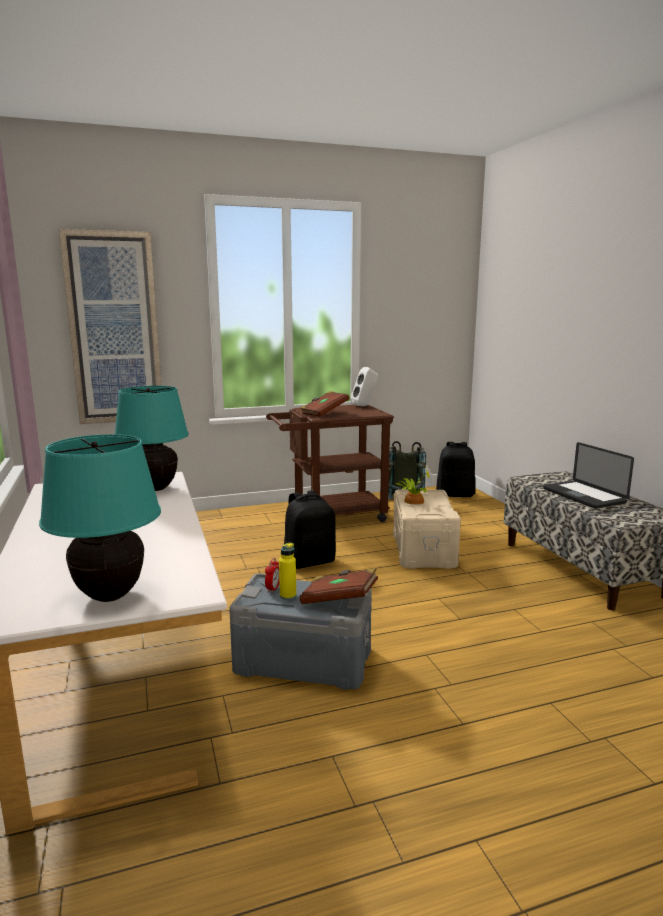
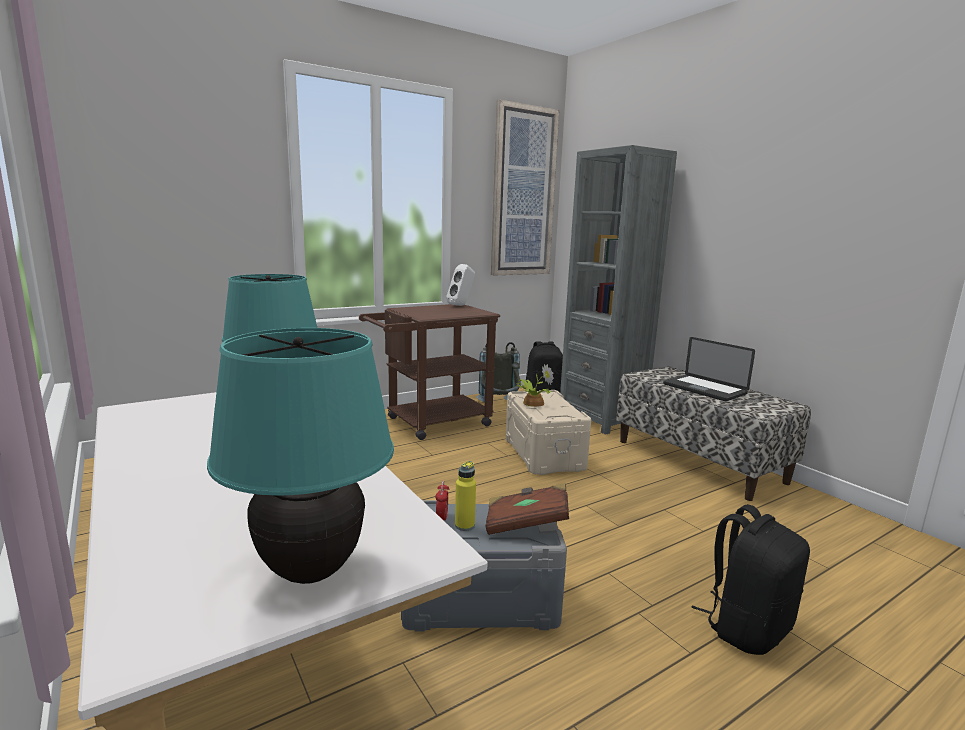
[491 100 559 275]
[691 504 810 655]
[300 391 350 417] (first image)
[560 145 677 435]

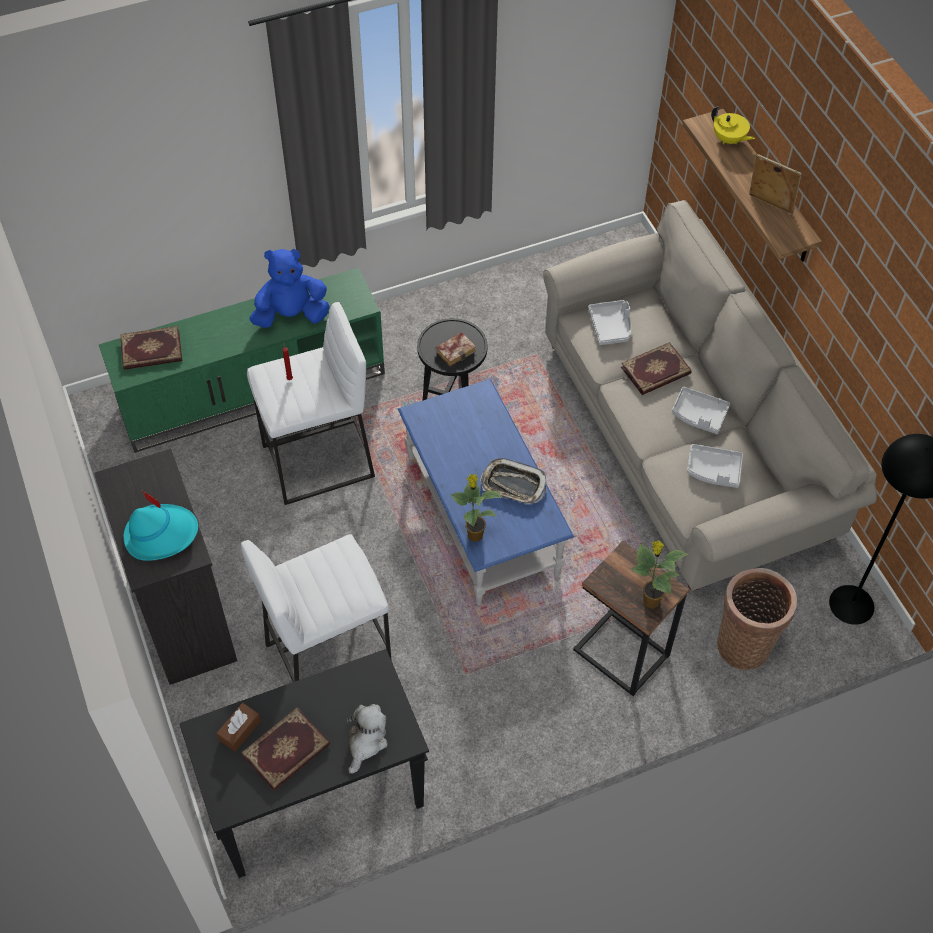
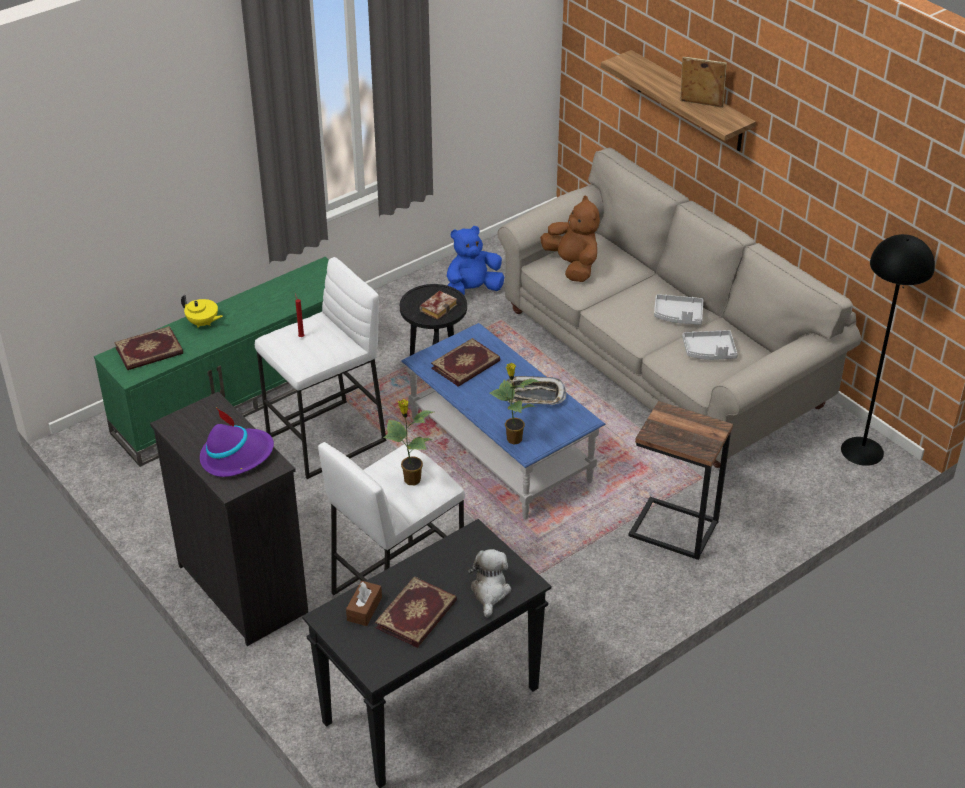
[200 408 274 477]
[447 226 504 295]
[540 196 600 282]
[431 338 500 387]
[383 399 433 485]
[181 295 223 328]
[717 568 797 670] (first image)

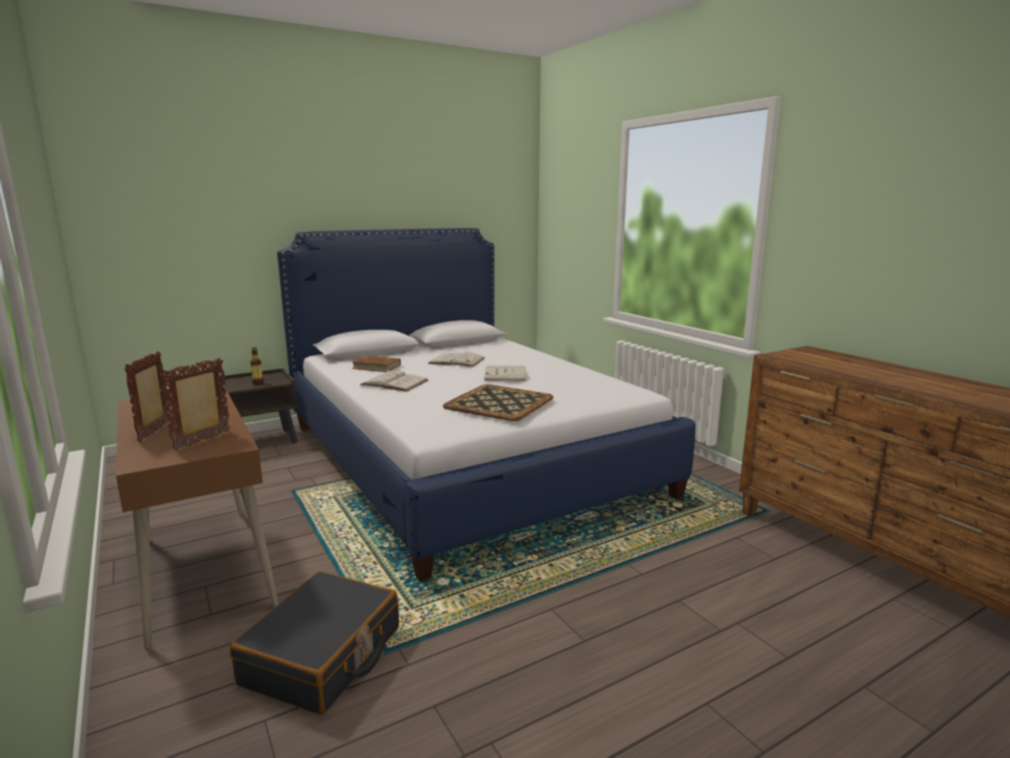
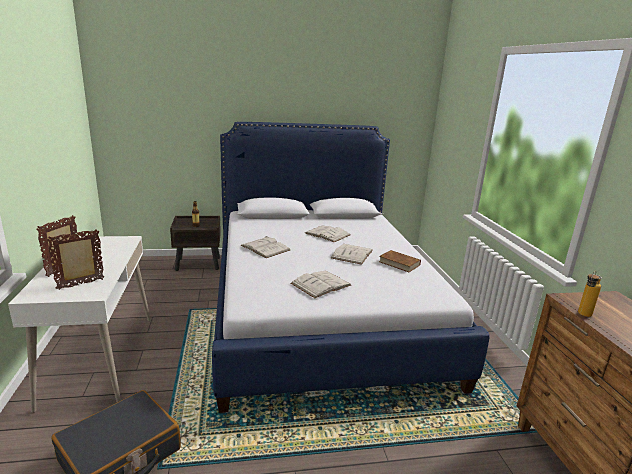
[8 236 151 413]
[379 250 421 272]
[291 271 351 298]
[578 270 602 317]

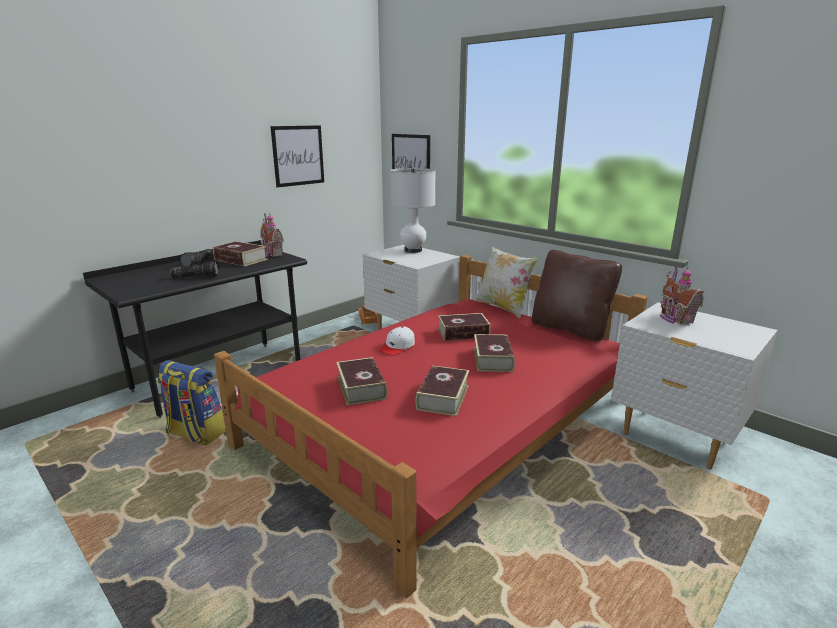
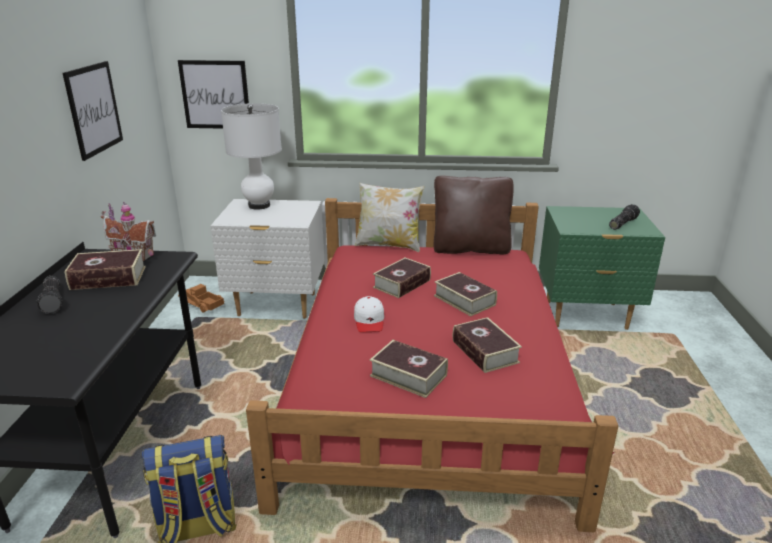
[609 204 640 230]
[539 206 665 330]
[660 265 704 324] (first image)

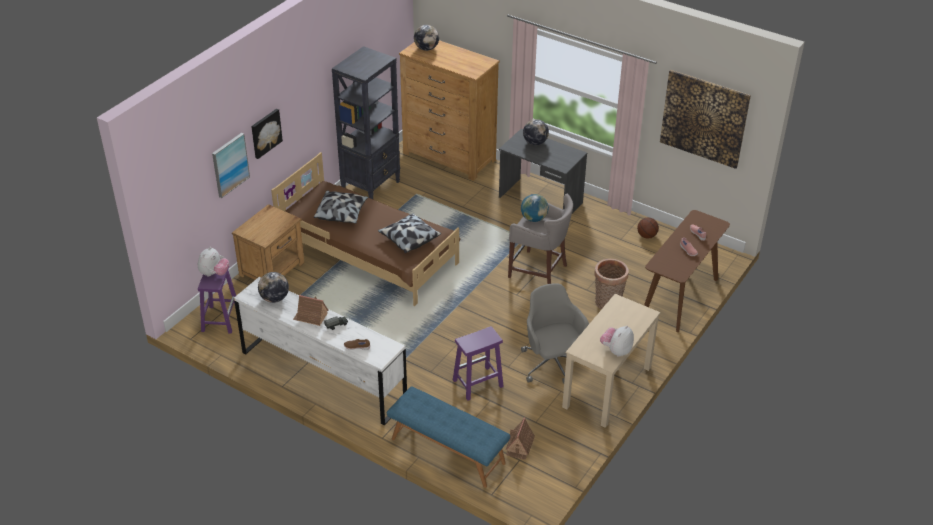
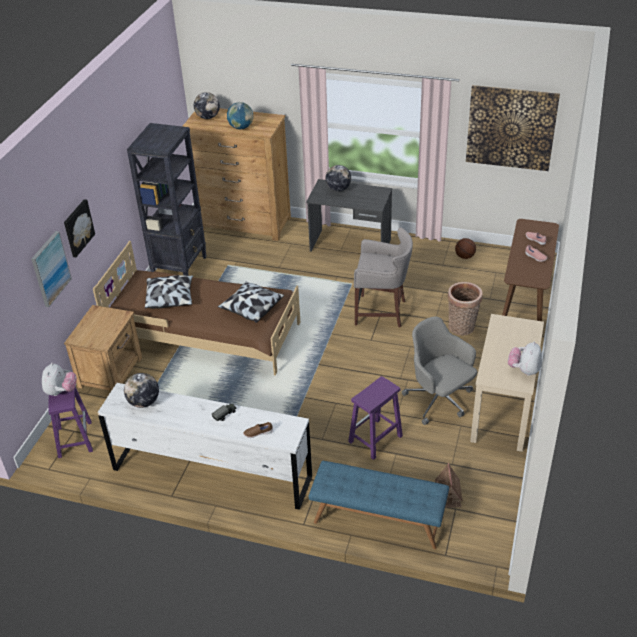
[293 295 329 326] (first image)
[227 102 253 129]

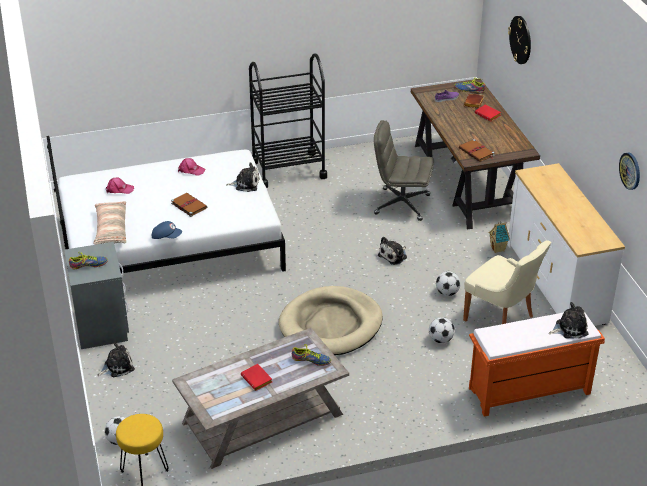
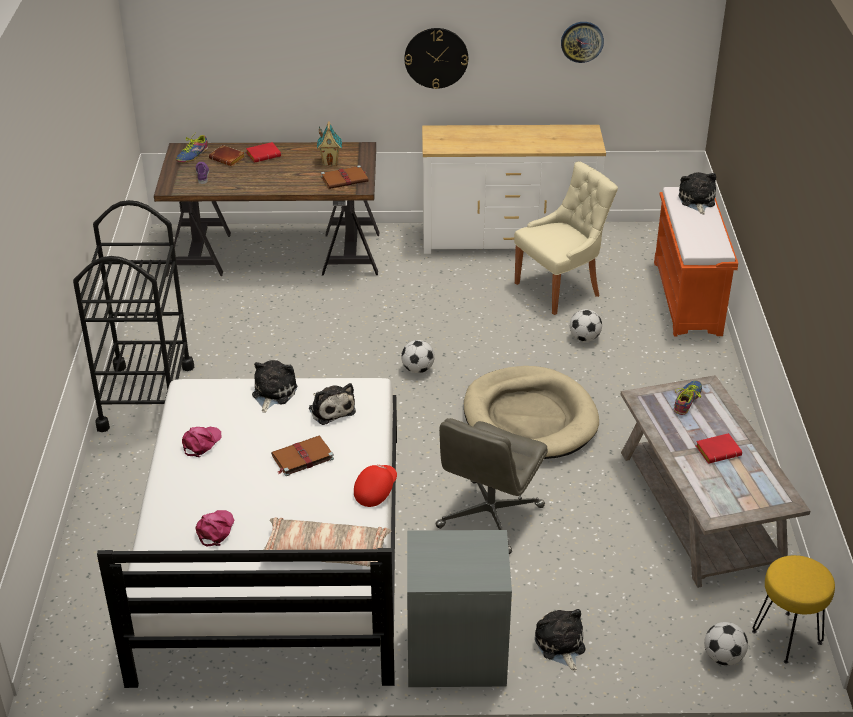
[69 252 108 269] (first image)
[354 464 397 507]
[435 418 548 554]
[309 383 356 425]
[401 340 435 373]
[317 121 342 166]
[404 28 468 89]

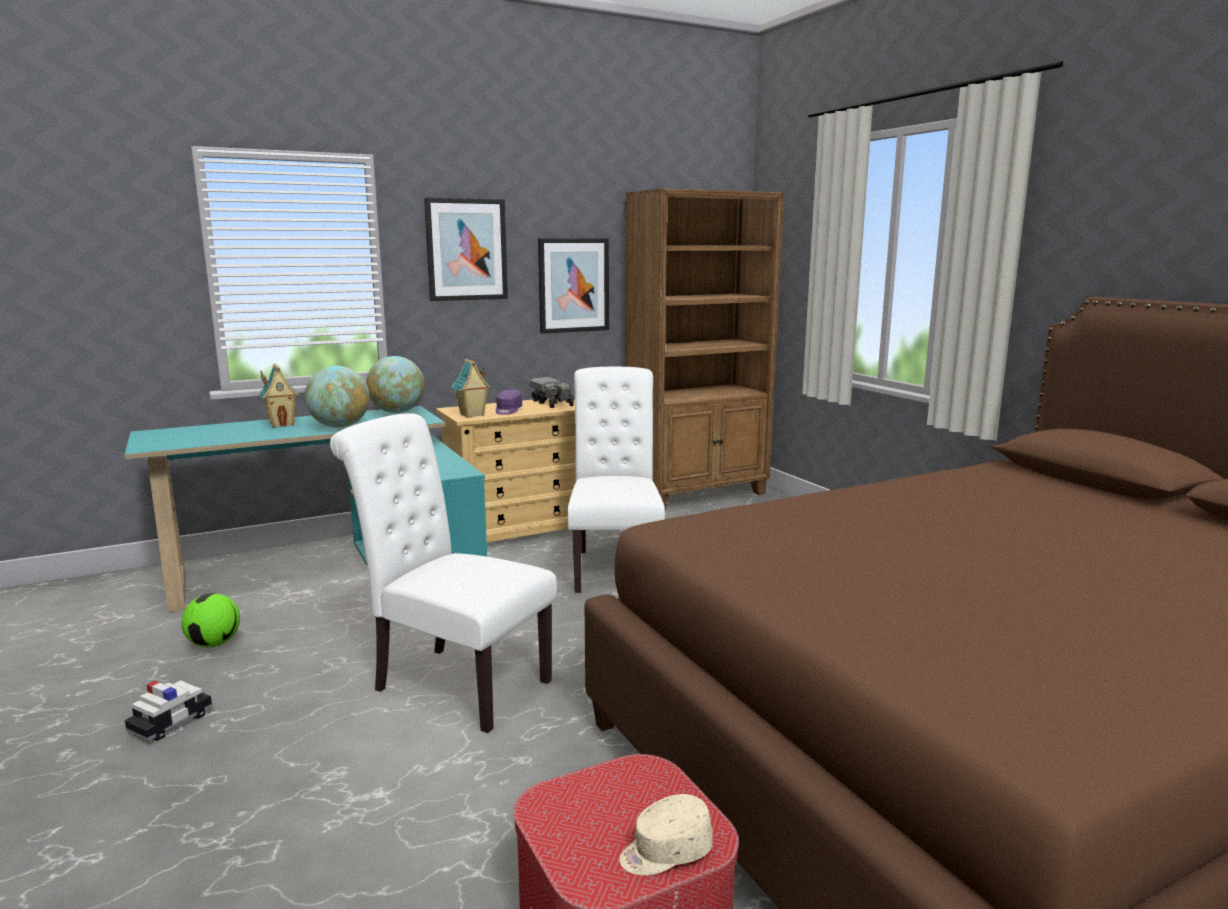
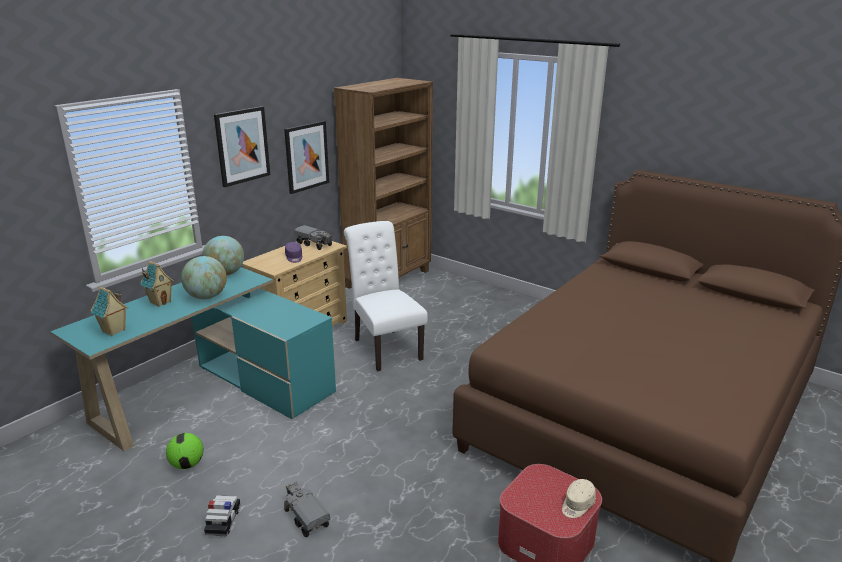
[330 413 557 733] (first image)
[91 286 128 336]
[284 481 330 537]

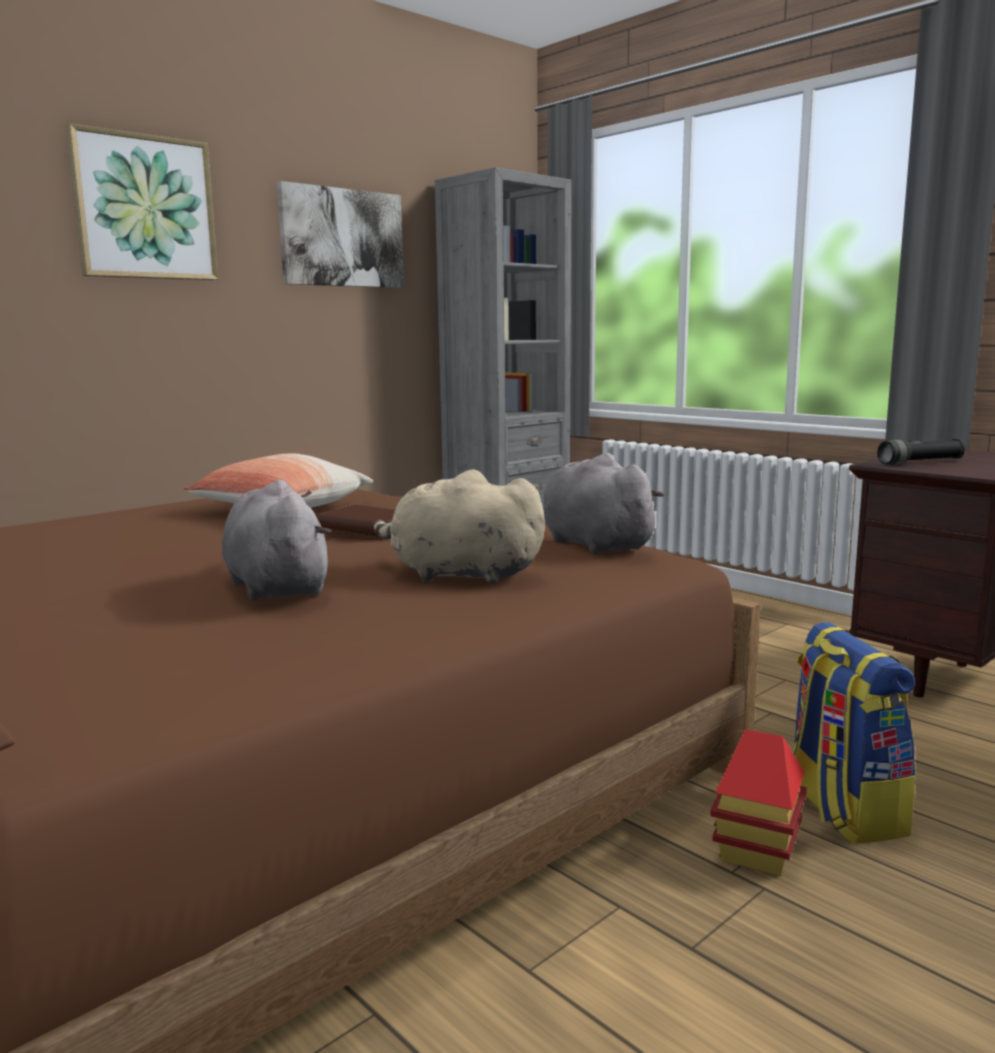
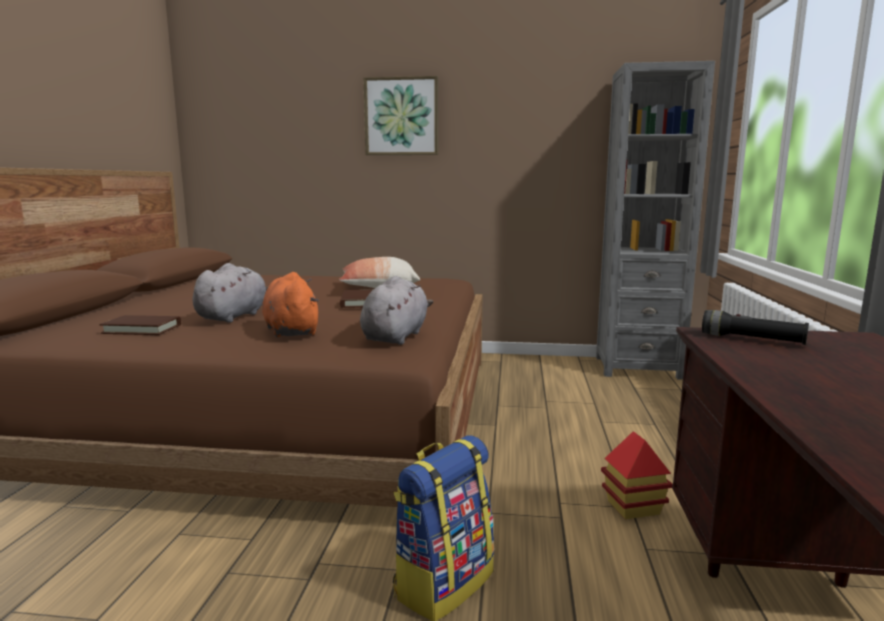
[277 181 404 288] (first image)
[262 272 319 338]
[601 431 673 519]
[100 315 181 335]

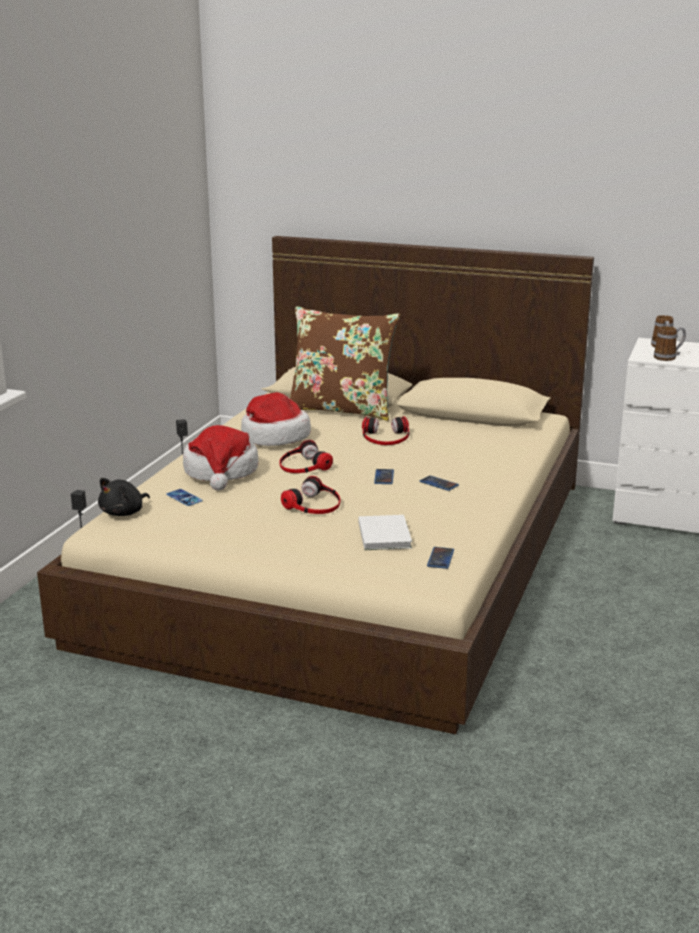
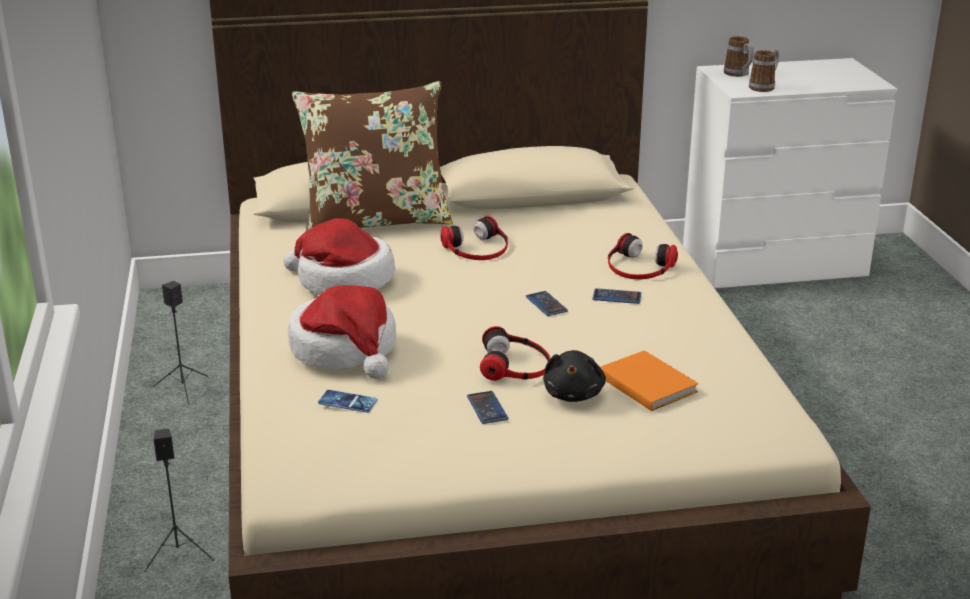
[543 350 606 402]
[608 233 678 279]
[600 350 699 411]
[467 391 509 424]

